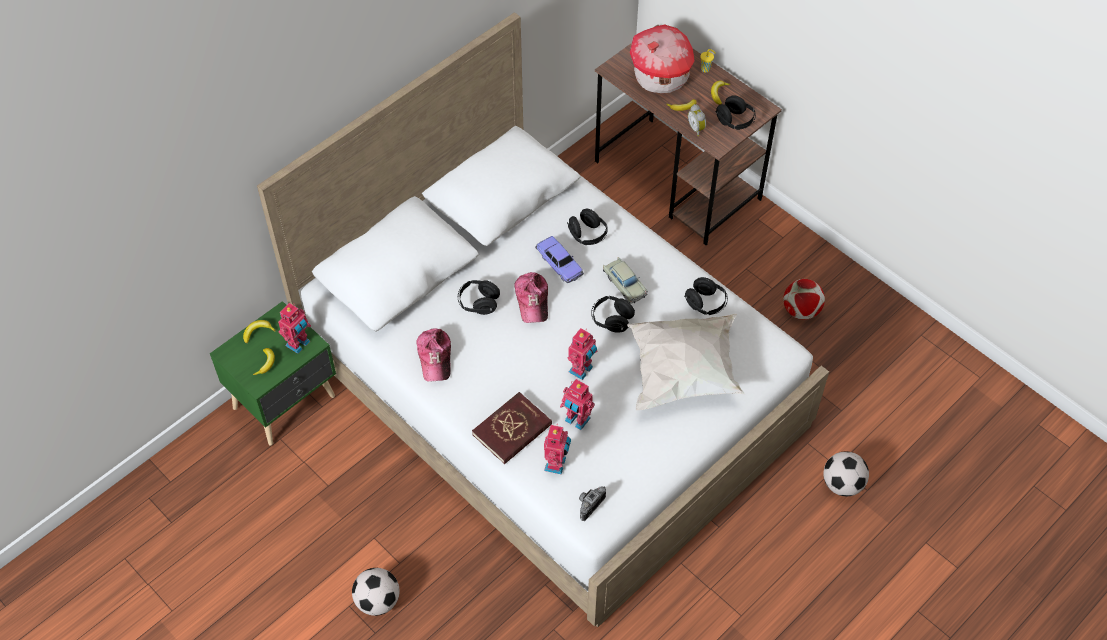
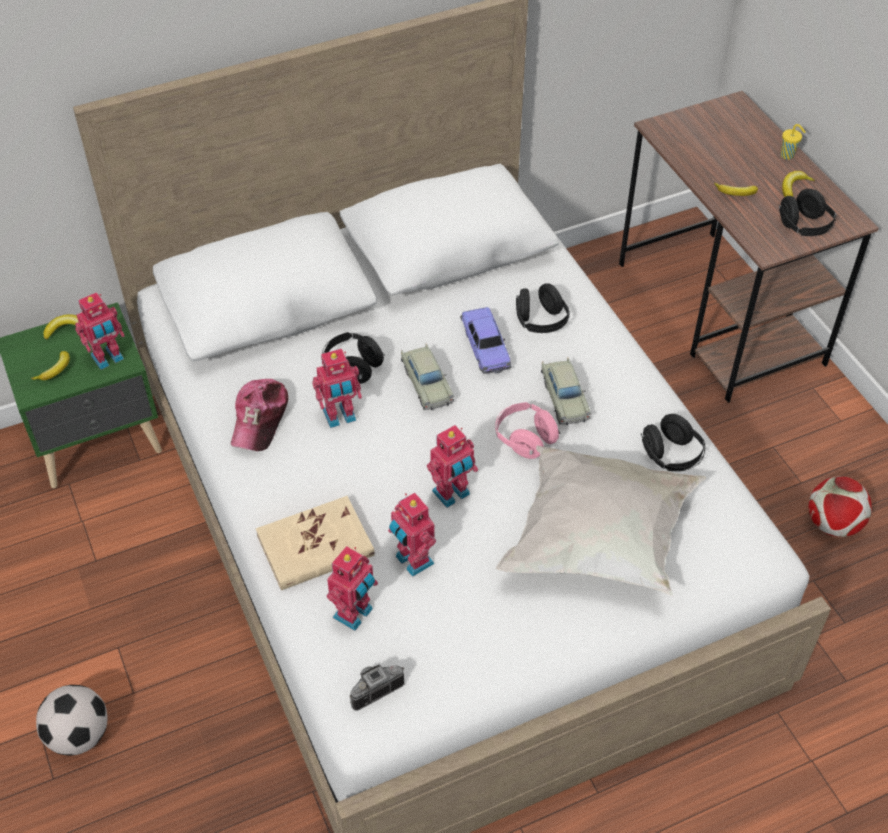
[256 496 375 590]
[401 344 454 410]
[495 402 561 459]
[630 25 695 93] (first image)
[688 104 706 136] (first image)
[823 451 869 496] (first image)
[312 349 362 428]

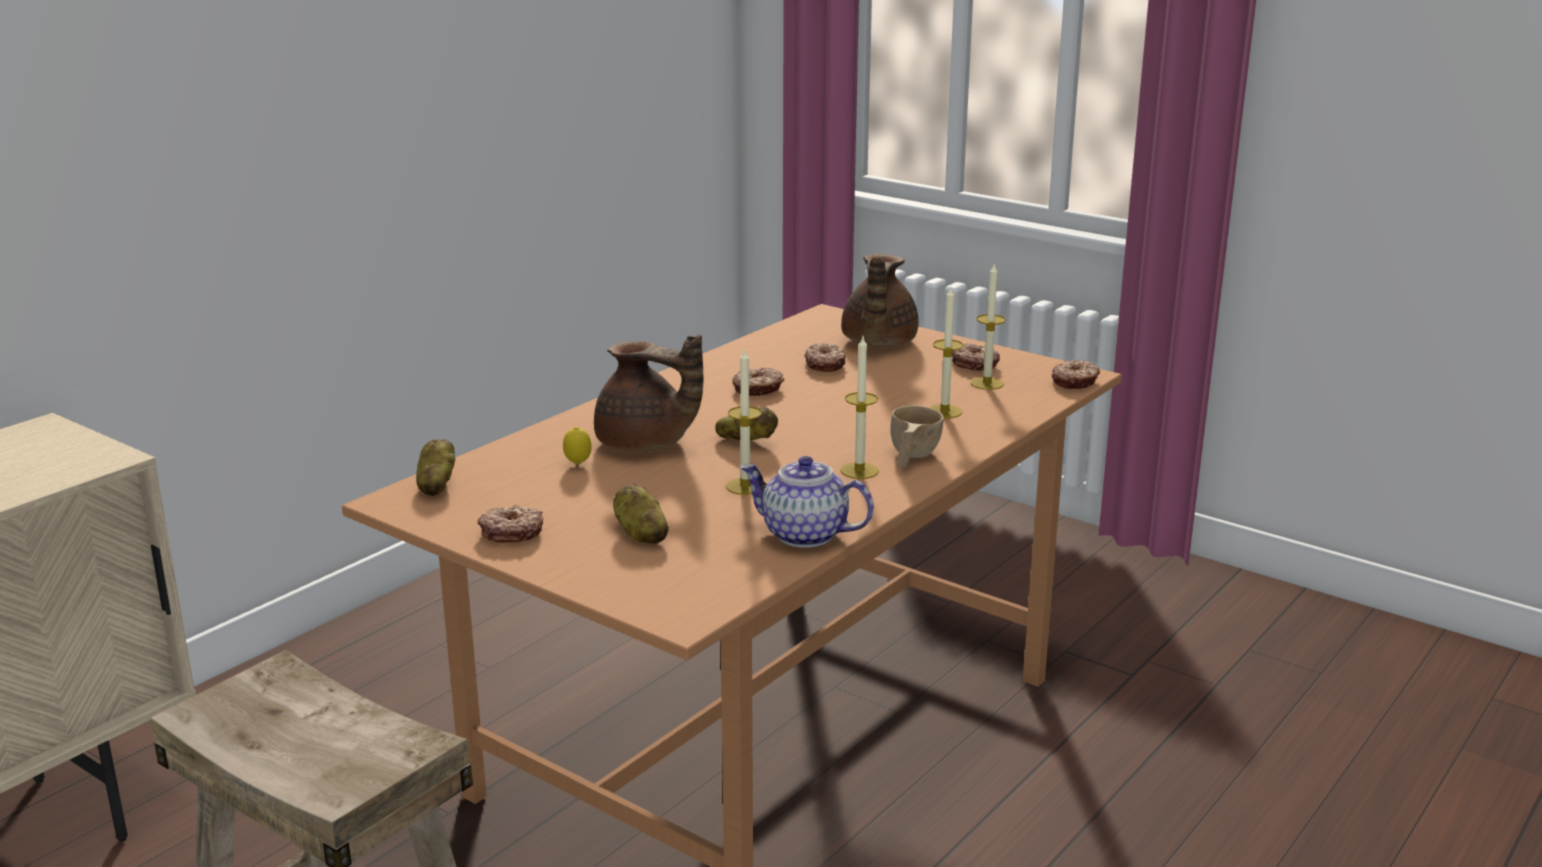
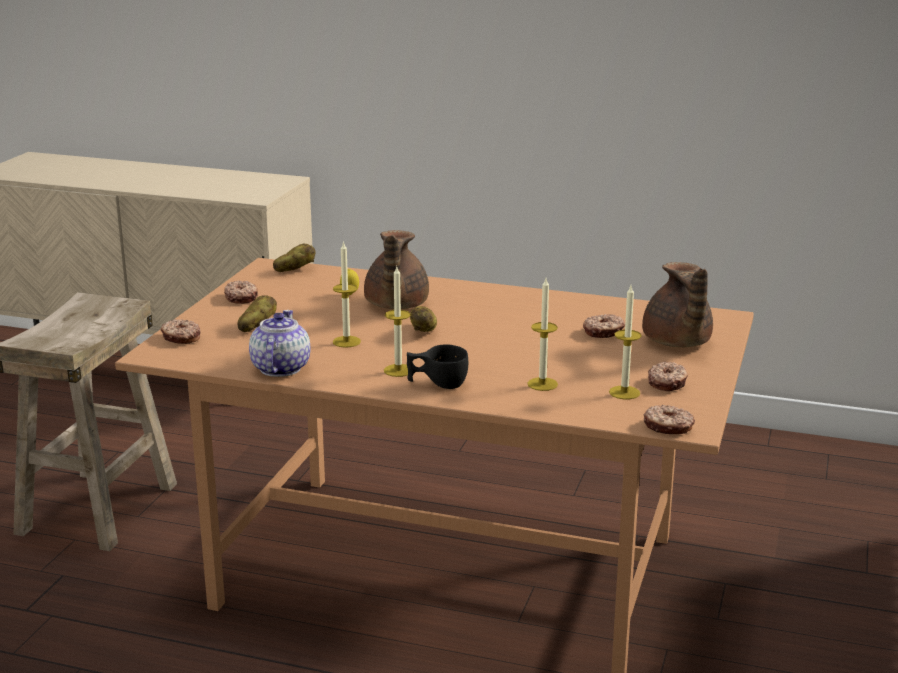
[161 319 200 344]
[642 262 713 347]
[407 344 468 389]

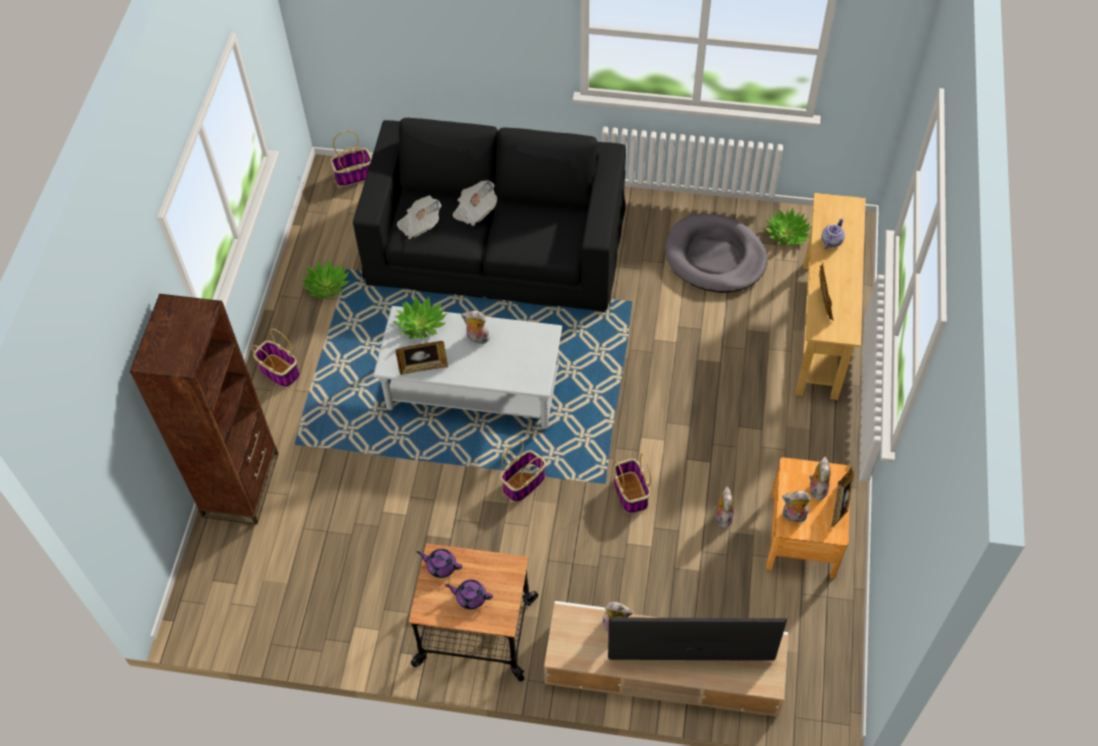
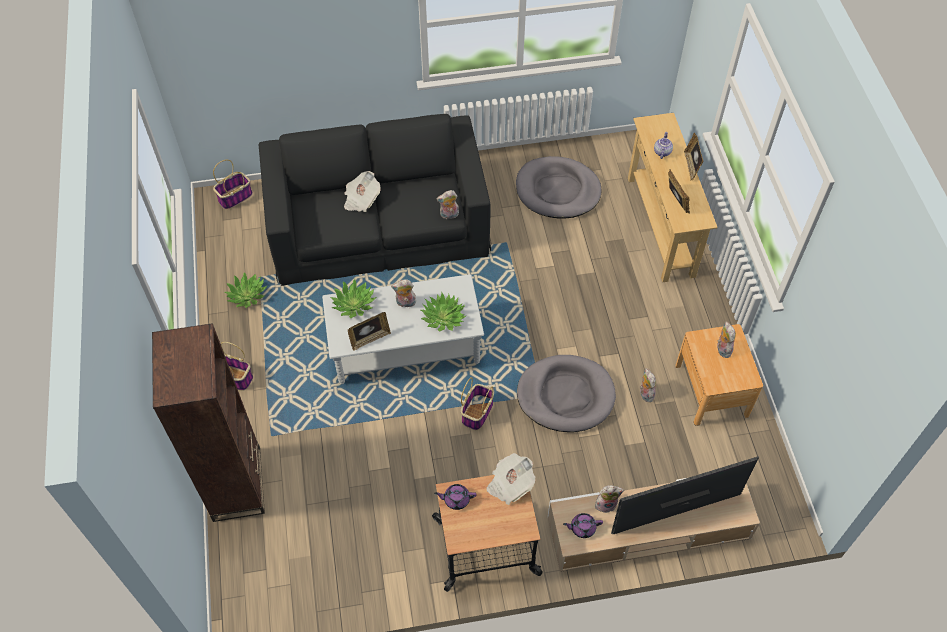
[486 453 535 505]
[563 513 603 538]
[517 355 616 432]
[421 292 466 332]
[436 190 459 219]
[684 132 704 180]

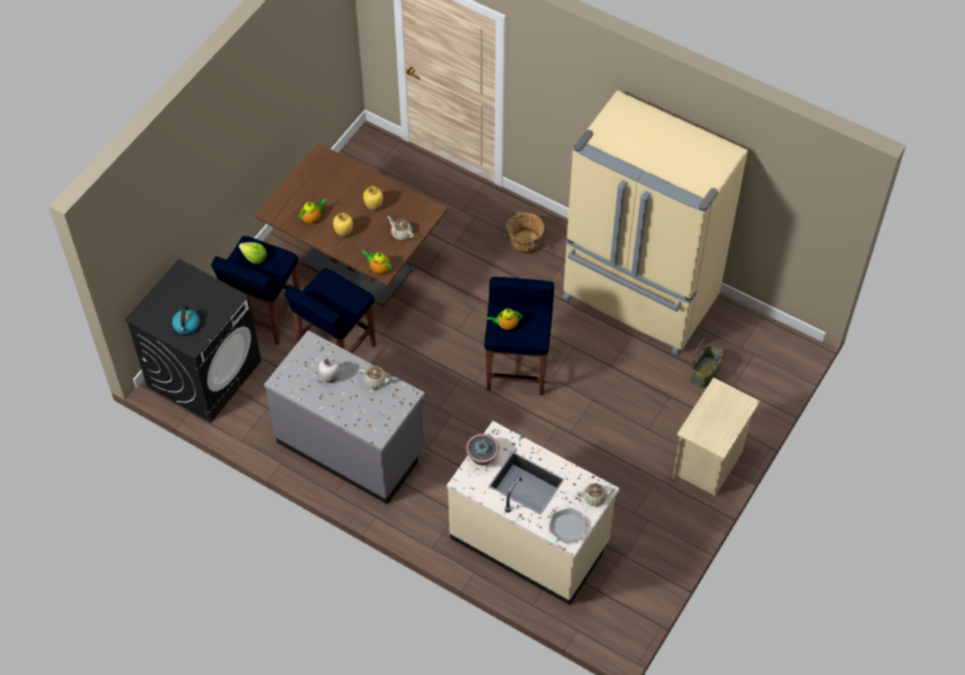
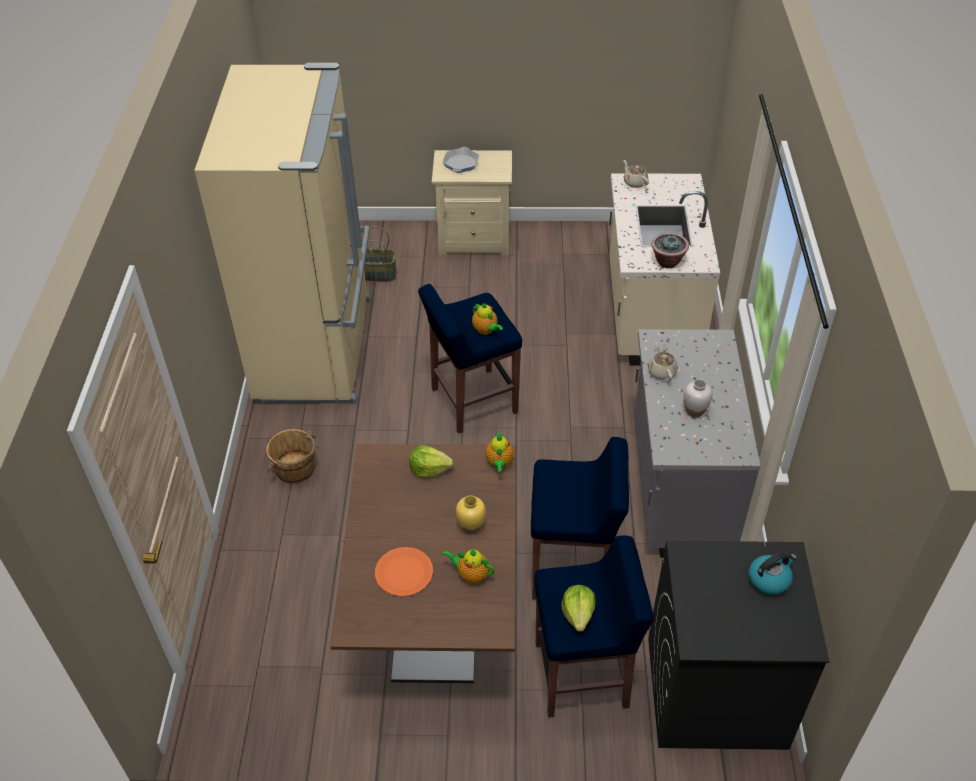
[363 186 383 212] (first image)
[409 445 454 477]
[443 147 479 173]
[375 547 433 596]

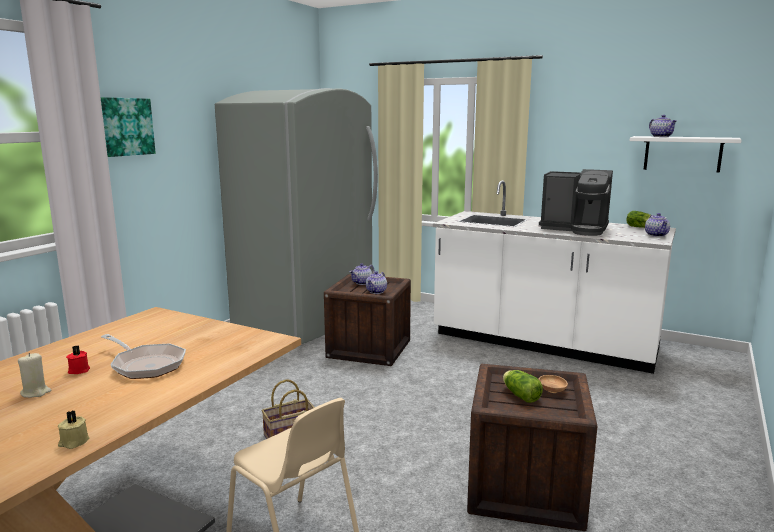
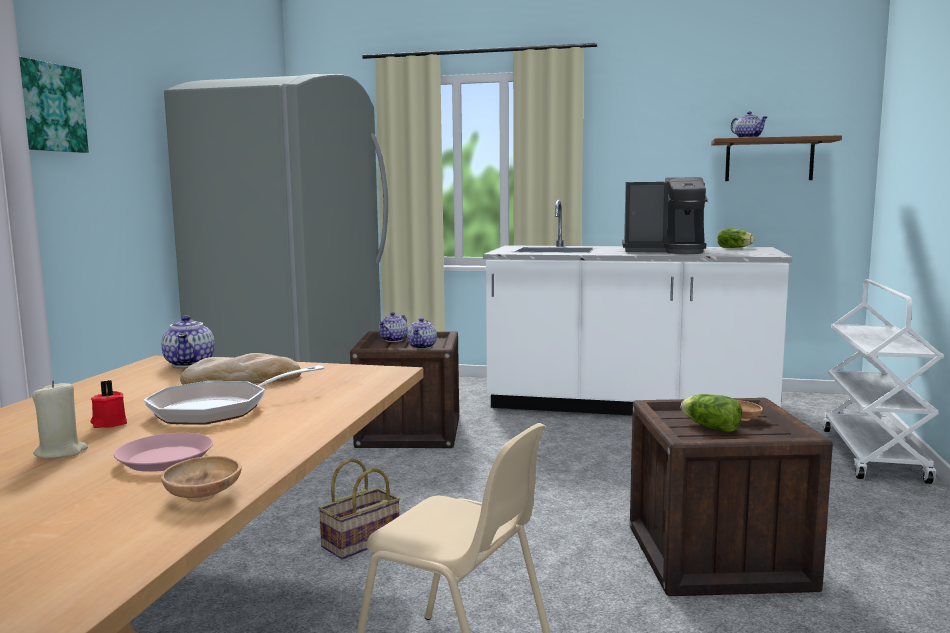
[161 456 242 502]
[144 365 324 425]
[711 135 842 181]
[161 315 215 368]
[114 433 213 472]
[180 353 301 385]
[823 279 944 484]

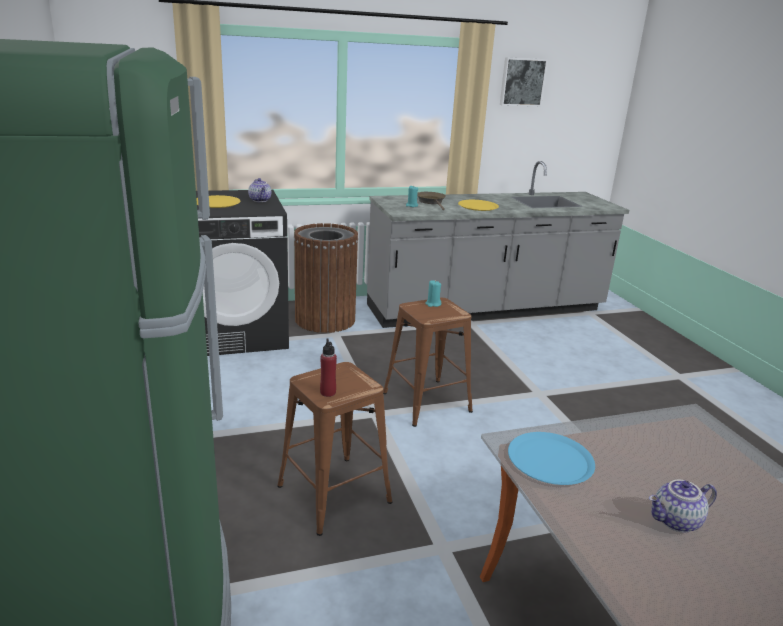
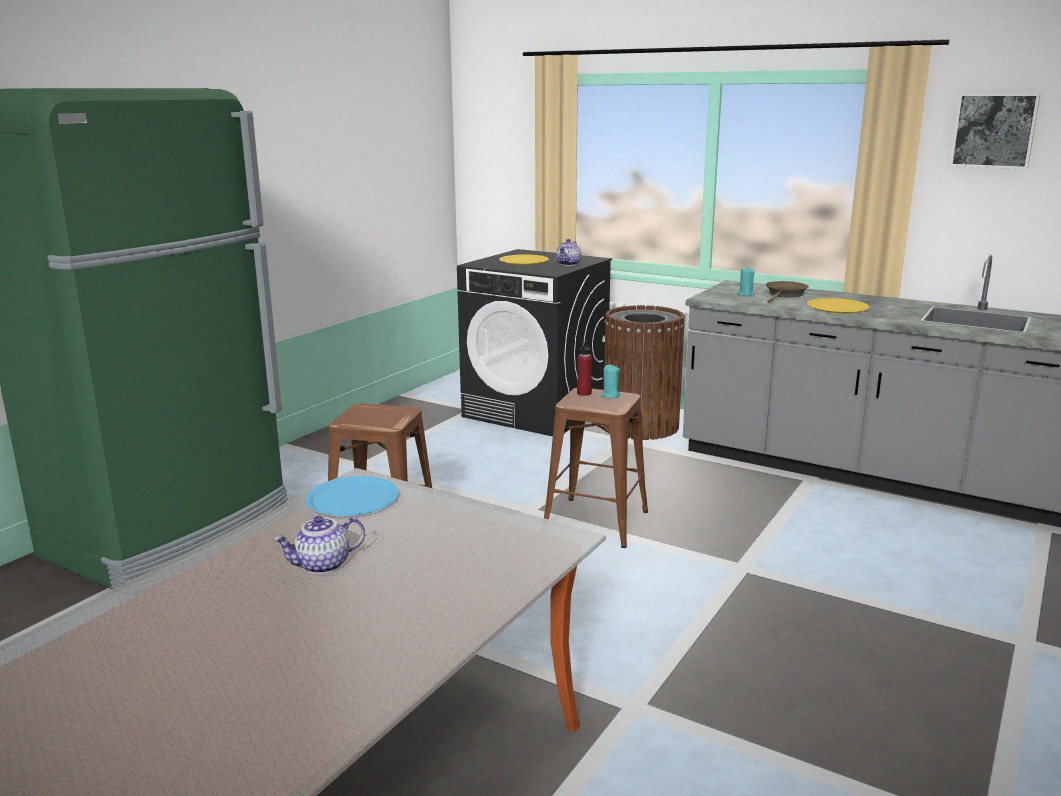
[577 340 592 396]
[273 516 365 574]

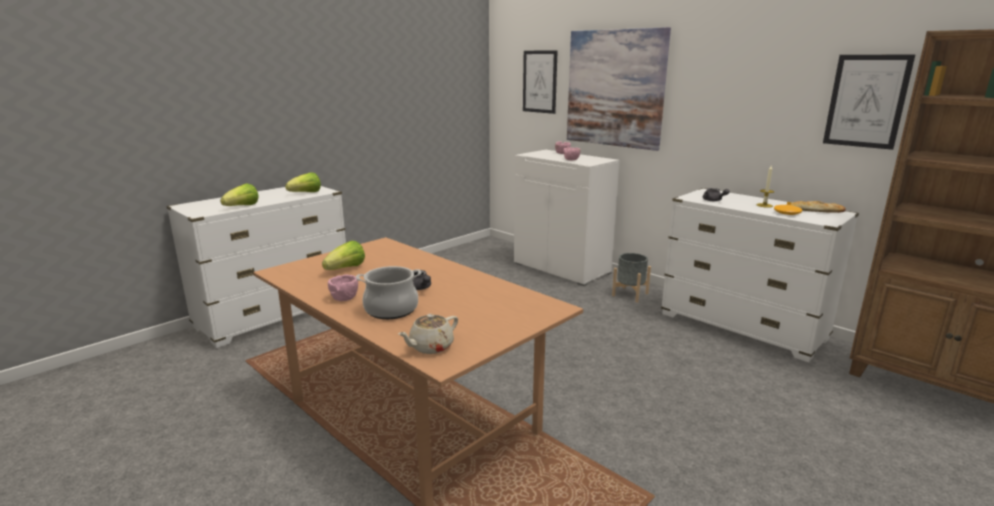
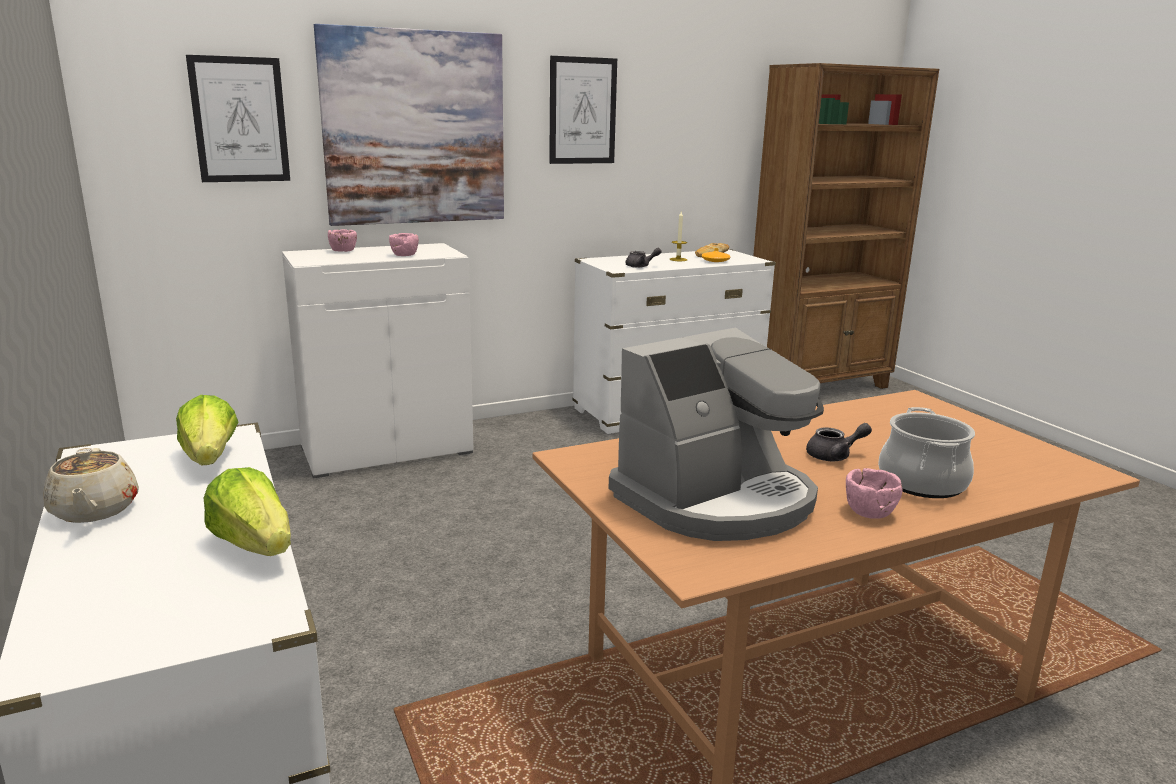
[609 328 824 541]
[43 448 139 523]
[612 253 651 303] (first image)
[550 56 617 164]

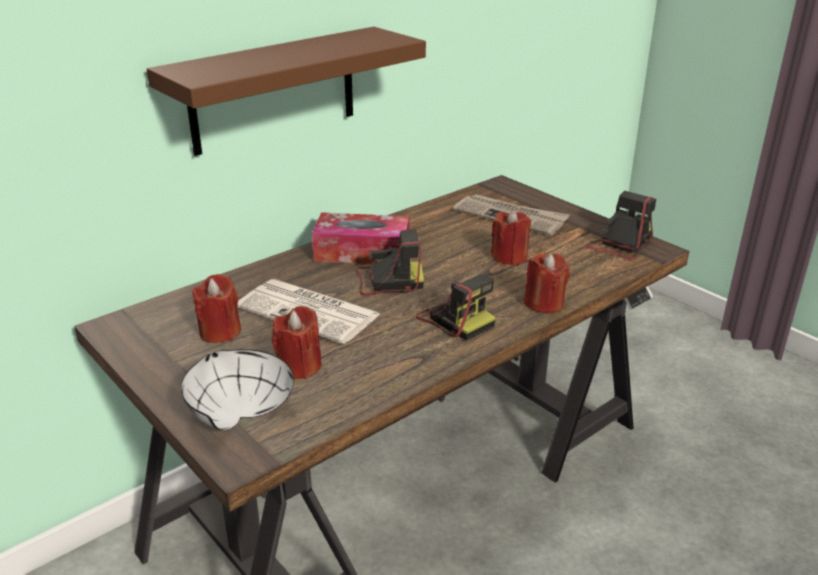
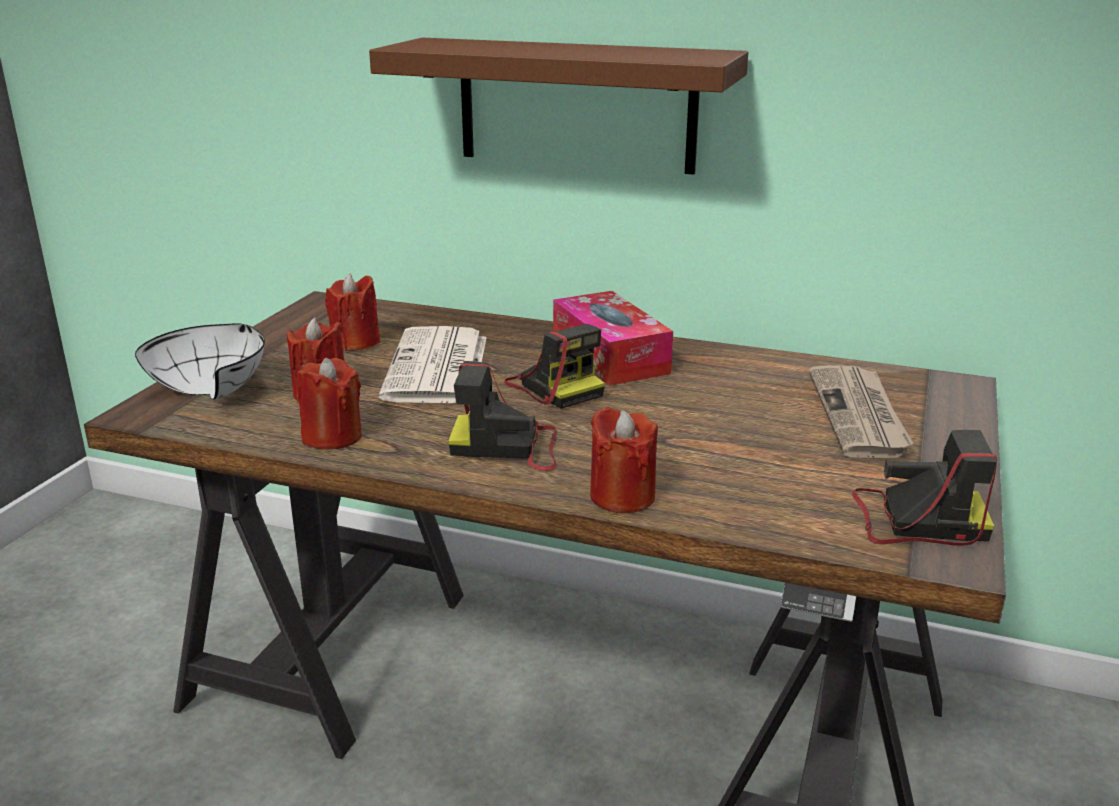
[448 361 557 471]
[297 358 362 449]

